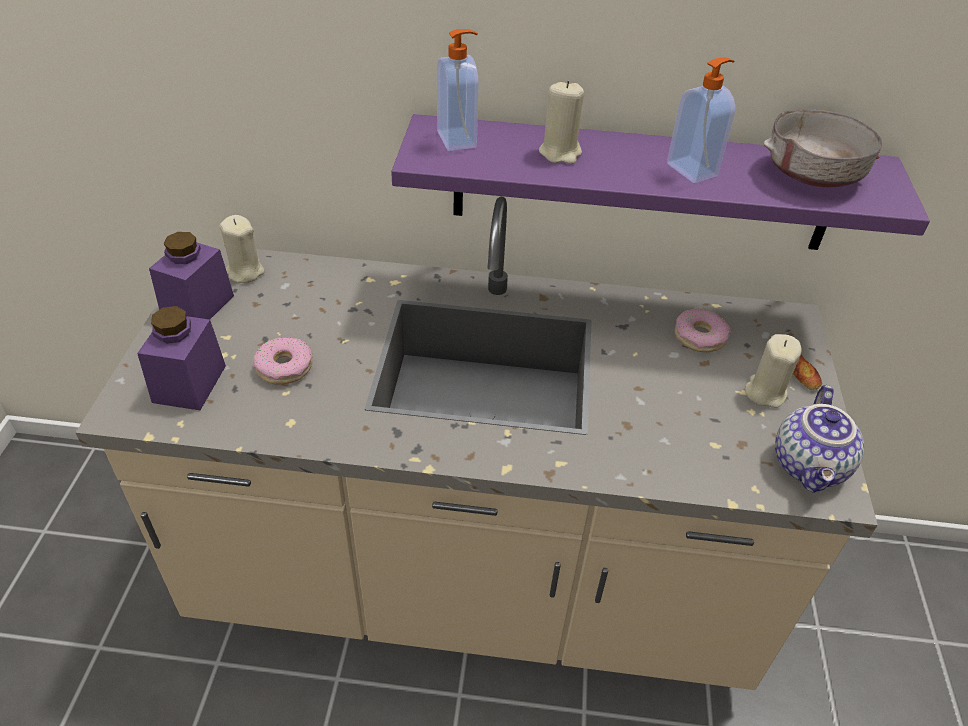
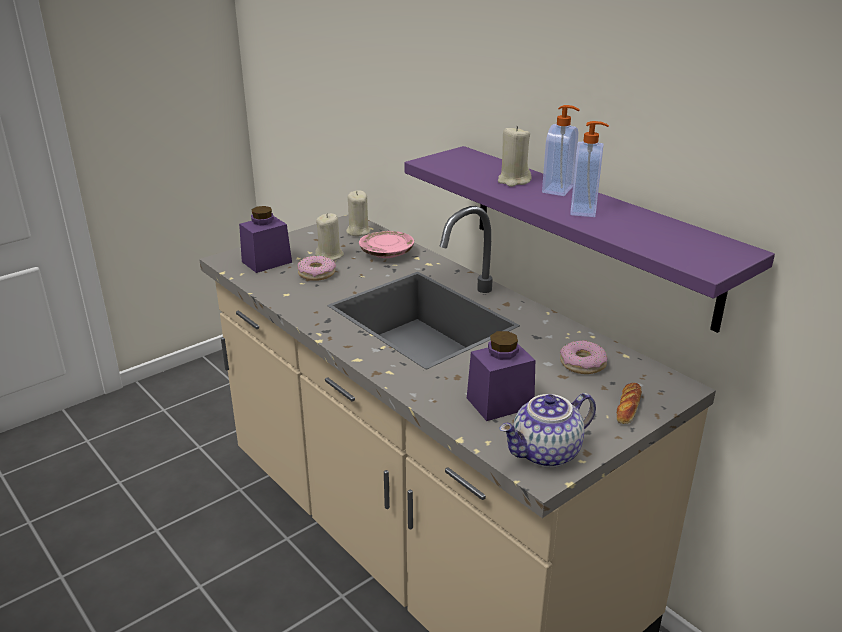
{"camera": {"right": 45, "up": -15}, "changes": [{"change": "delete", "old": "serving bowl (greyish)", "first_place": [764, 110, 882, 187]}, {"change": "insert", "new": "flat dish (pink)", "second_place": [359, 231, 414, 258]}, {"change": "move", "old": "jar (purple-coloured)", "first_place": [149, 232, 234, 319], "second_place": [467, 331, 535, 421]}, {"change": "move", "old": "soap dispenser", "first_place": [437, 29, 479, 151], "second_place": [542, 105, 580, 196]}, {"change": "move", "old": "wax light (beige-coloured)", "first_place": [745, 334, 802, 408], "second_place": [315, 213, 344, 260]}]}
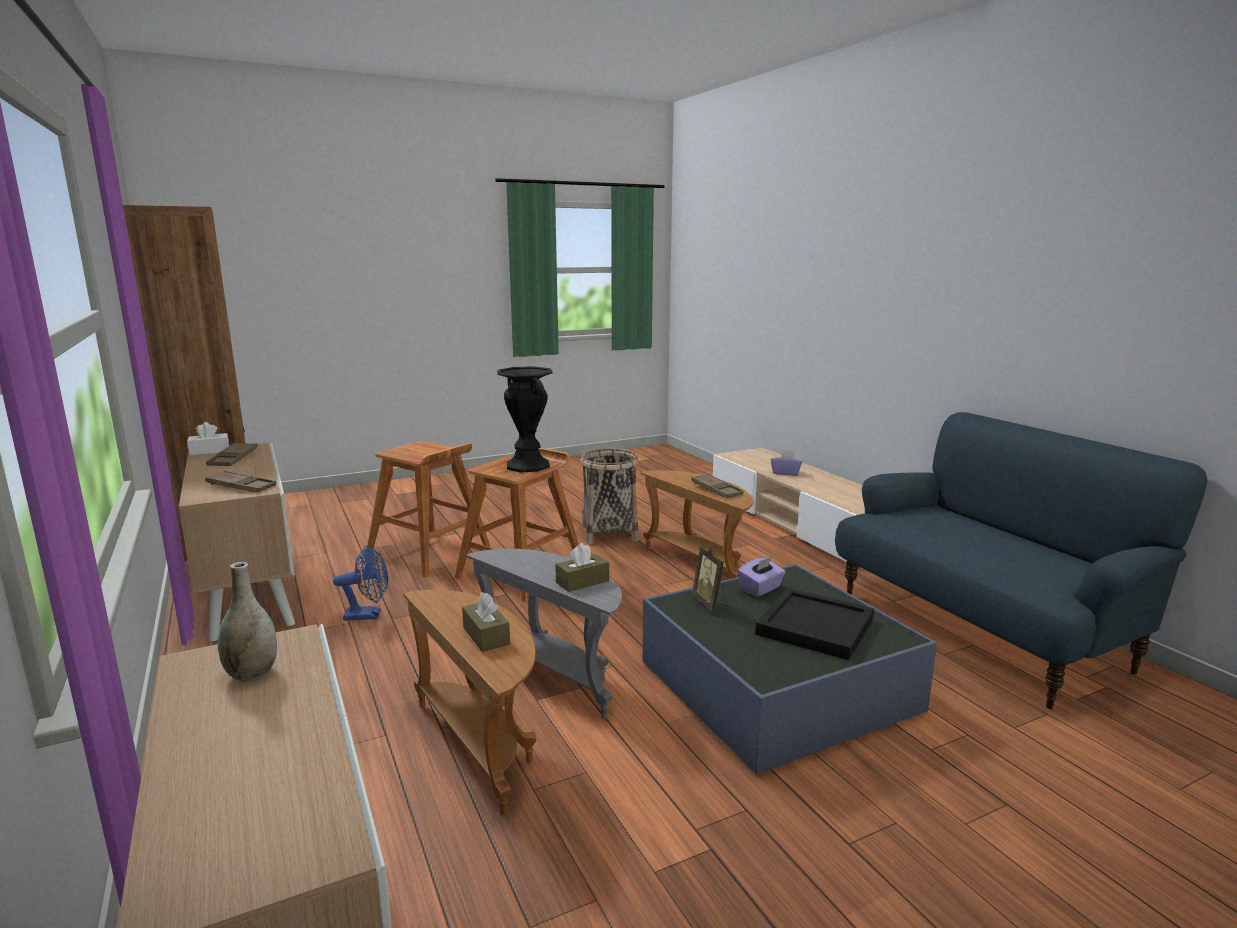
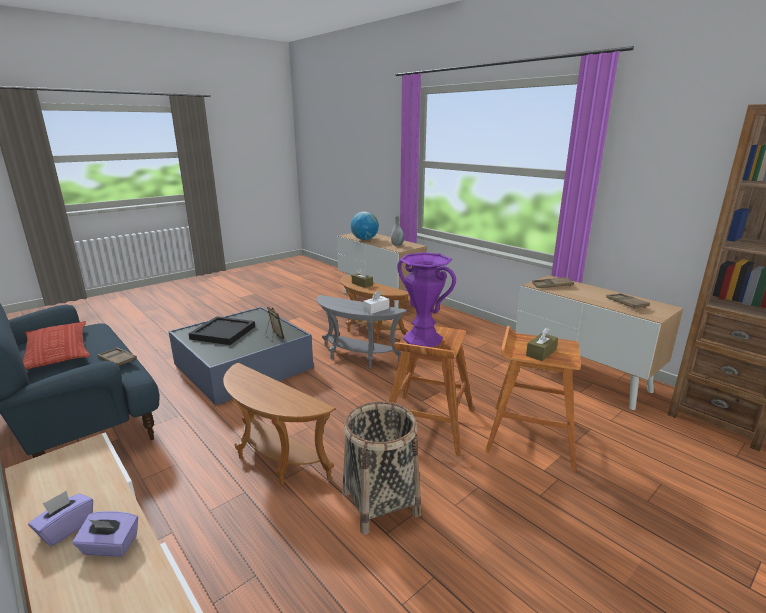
{"camera": {"right": 165, "up": 5}, "changes": [{"change": "delete", "old": "fan (blue-coloured)", "first_place": [333, 546, 388, 621]}, {"change": "insert", "new": "pillow", "second_place": [23, 321, 90, 370]}, {"change": "insert", "new": "globe", "second_place": [351, 211, 379, 240]}, {"change": "move", "old": "box of tissues (whitish)", "first_place": [187, 422, 229, 456], "second_place": [363, 291, 389, 314]}, {"change": "move", "old": "box of tissues (brown)", "first_place": [555, 543, 609, 592], "second_place": [526, 328, 558, 361]}, {"change": "move", "old": "serving tray (brown)", "first_place": [691, 474, 744, 498], "second_place": [97, 348, 137, 367]}, {"change": "move", "old": "box of tissues (purple-coloured)", "first_place": [737, 556, 785, 597], "second_place": [28, 491, 93, 546]}, {"change": "recolor", "old": "decorative vase (black)", "new": "decorative vase (purple-coloured)", "first_place": [497, 366, 553, 472], "second_place": [397, 252, 456, 347]}]}
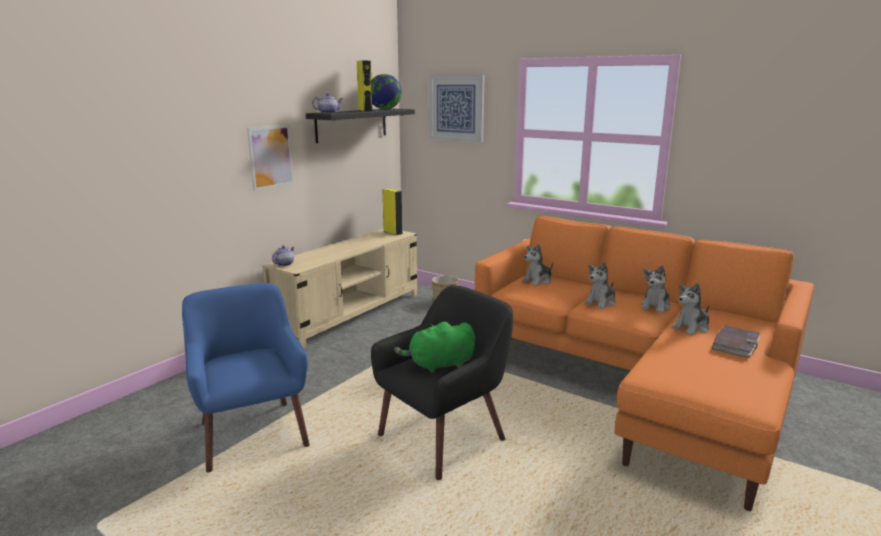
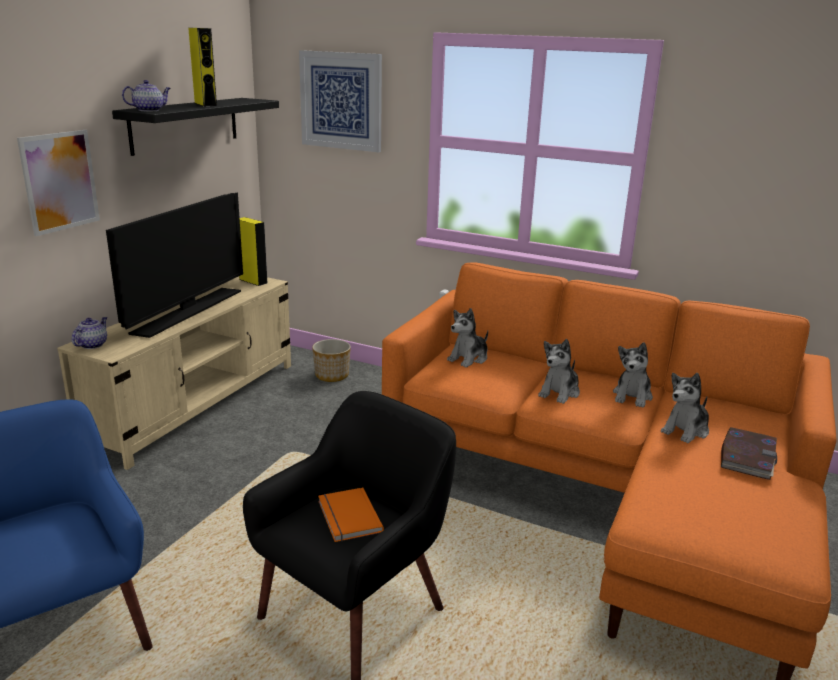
{"camera": {"right": -10, "up": 5}, "changes": [{"change": "delete", "old": "globe", "first_place": [371, 74, 402, 110]}, {"change": "insert", "new": "television", "second_place": [106, 192, 243, 338]}, {"change": "replace", "old": "cuddly toy (green)", "new": "book (orange-coloured)", "first_place": [394, 321, 475, 373], "second_place": [318, 488, 384, 542]}]}
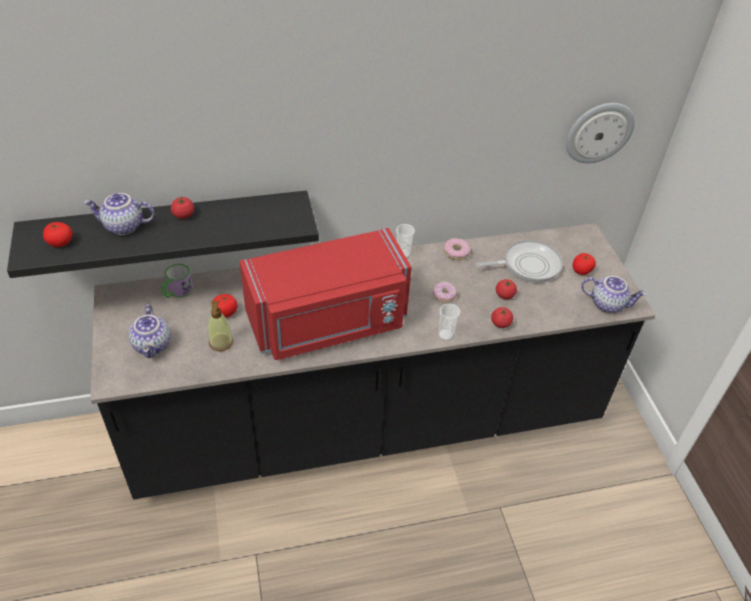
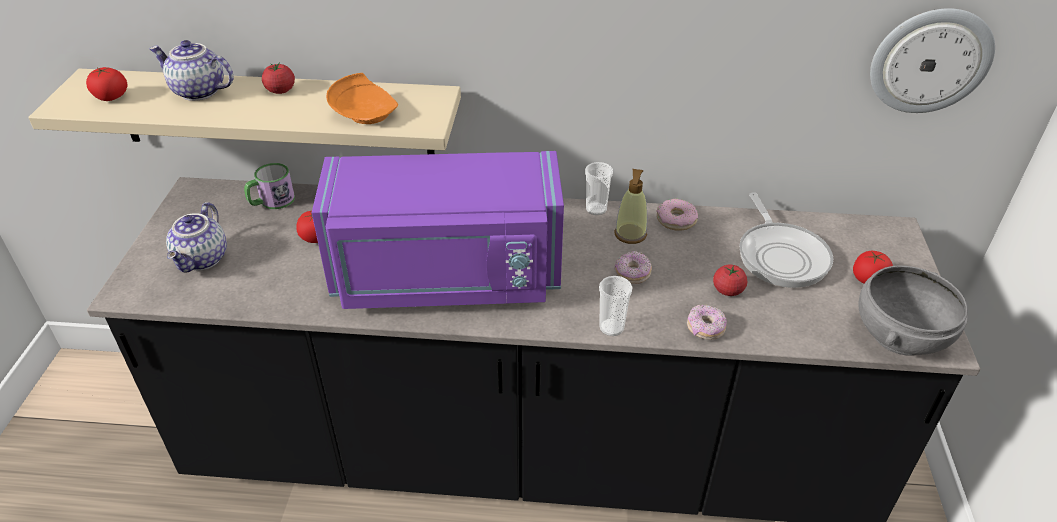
{"camera": {"right": 20, "up": -5}, "changes": [{"change": "insert", "new": "flat dish (orange-coloured)", "second_place": [326, 73, 398, 124]}, {"change": "move", "old": "soap dispenser", "first_place": [208, 301, 233, 351], "second_place": [614, 169, 647, 244]}, {"change": "replace", "old": "tomato", "new": "ring doughnut", "first_place": [491, 307, 513, 328], "second_place": [687, 305, 727, 340]}, {"change": "replace", "old": "teapot", "new": "serving bowl (greyish)", "first_place": [581, 276, 646, 313], "second_place": [858, 266, 968, 355]}, {"change": "recolor", "old": "shelf (black)", "new": "shelf (beige-coloured)", "first_place": [7, 190, 319, 278], "second_place": [28, 69, 461, 154]}, {"change": "recolor", "old": "kitchen microwave (red)", "new": "kitchen microwave (purple-coloured)", "first_place": [239, 228, 412, 360], "second_place": [312, 151, 564, 309]}, {"change": "rotate", "old": "pan", "first_place": [476, 240, 563, 283], "second_place": [739, 192, 833, 288], "degrees": 75}]}
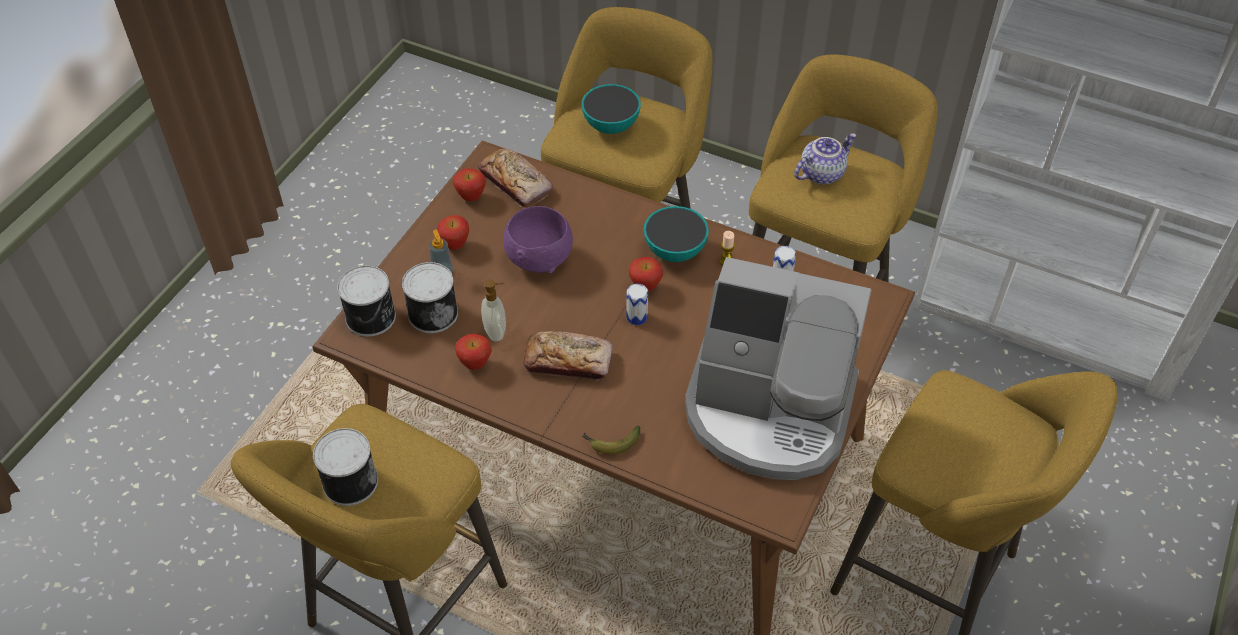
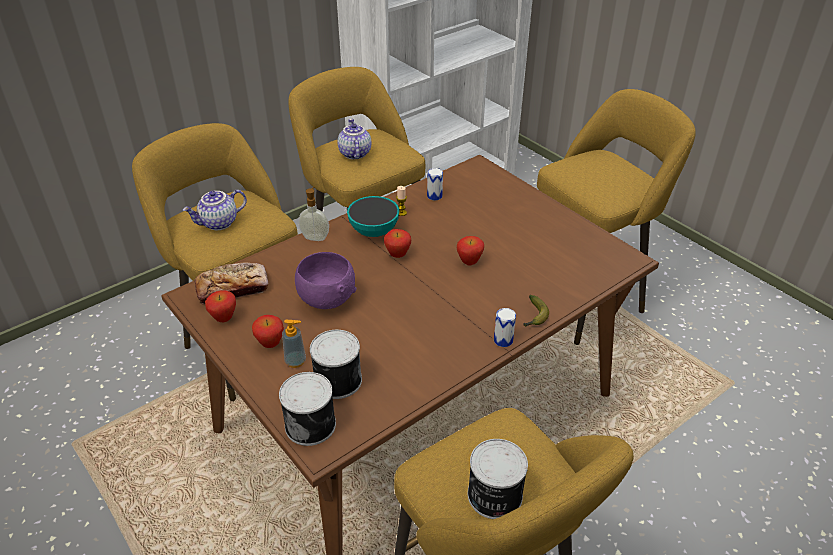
{"camera": {"right": -65, "up": -10}, "changes": [{"change": "delete", "old": "baked bread", "first_place": [523, 331, 613, 381]}, {"change": "delete", "old": "coffee brewer", "first_place": [685, 257, 872, 480]}, {"change": "move", "old": "apple fruit", "first_place": [455, 334, 492, 370], "second_place": [457, 236, 484, 266]}, {"change": "move", "old": "soap dispenser", "first_place": [481, 279, 506, 341], "second_place": [298, 187, 329, 241]}, {"change": "move", "old": "metal can", "first_place": [626, 284, 648, 325], "second_place": [494, 308, 516, 347]}, {"change": "replace", "old": "serving bowl", "new": "teapot", "first_place": [582, 84, 641, 134], "second_place": [183, 190, 247, 230]}]}
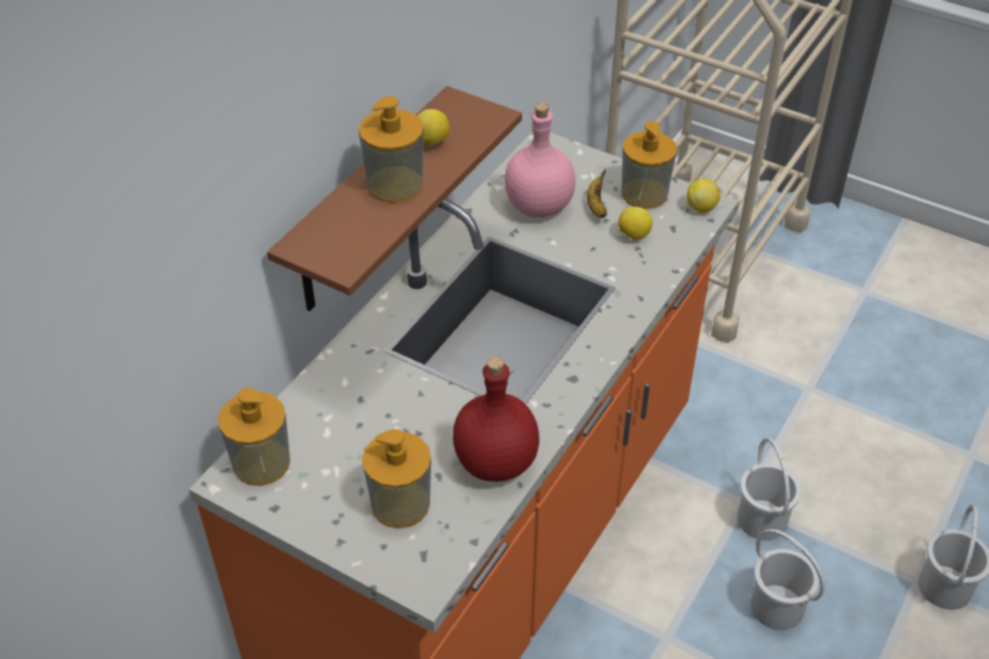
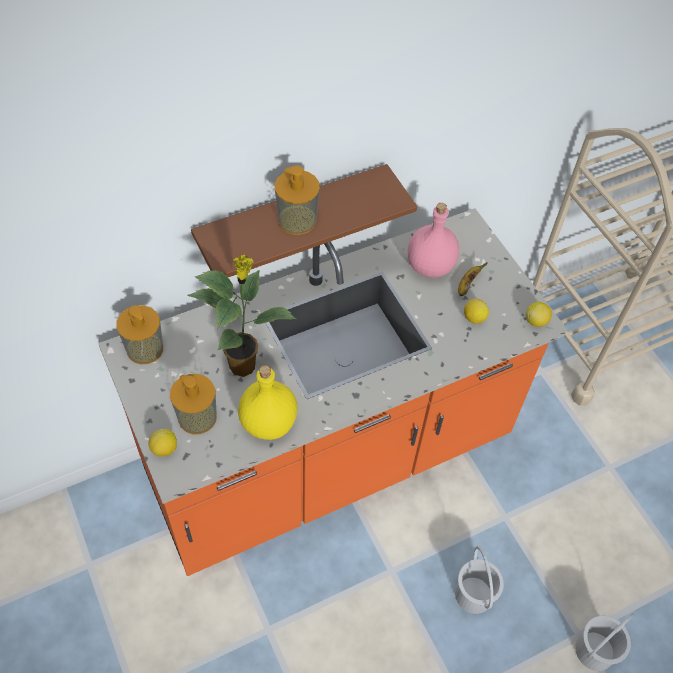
{"camera": {"right": 30, "up": 10}, "changes": [{"change": "delete", "old": "soap dispenser", "first_place": [622, 121, 677, 209]}, {"change": "delete", "old": "bucket (whitish)", "first_place": [737, 438, 801, 541]}, {"change": "insert", "new": "houseplant", "second_place": [187, 255, 296, 377]}, {"change": "move", "old": "whole lemon", "first_place": [417, 109, 450, 146], "second_place": [148, 429, 177, 457]}, {"change": "recolor", "old": "beverage bottle (red)", "new": "beverage bottle (yellow)", "first_place": [453, 356, 539, 482], "second_place": [238, 365, 297, 440]}]}
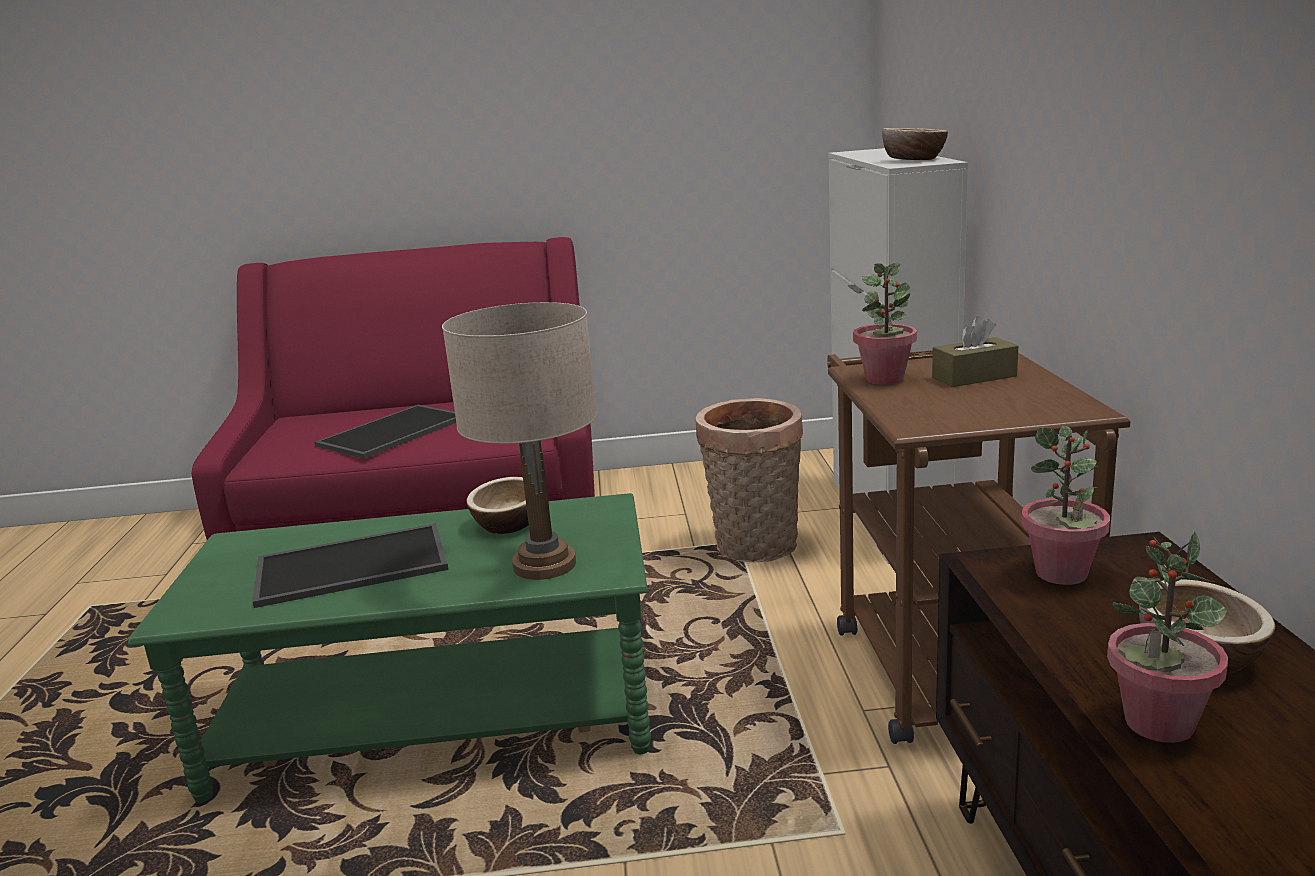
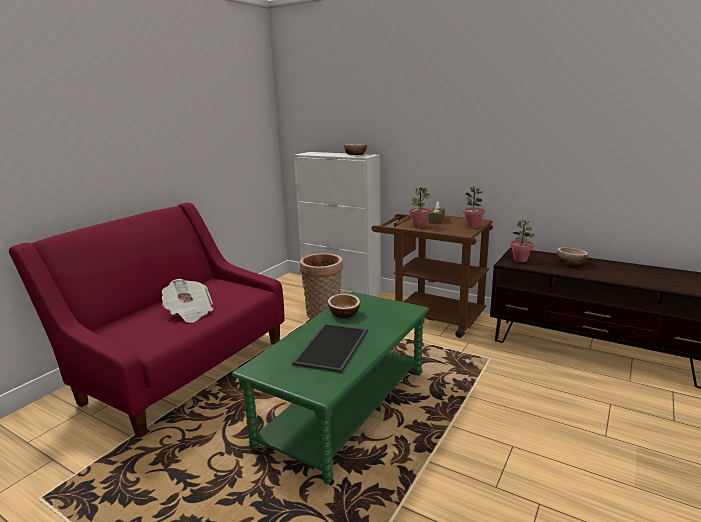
{"camera": {"right": -55, "up": 0}, "changes": [{"change": "delete", "old": "table lamp (beige-coloured)", "first_place": [442, 302, 597, 580]}, {"change": "move", "old": "houseplant", "first_place": [1107, 531, 1228, 743], "second_place": [463, 186, 485, 228]}, {"change": "replace", "old": "serving tray", "new": "newspaper", "first_place": [315, 405, 456, 459], "second_place": [162, 279, 213, 323]}]}
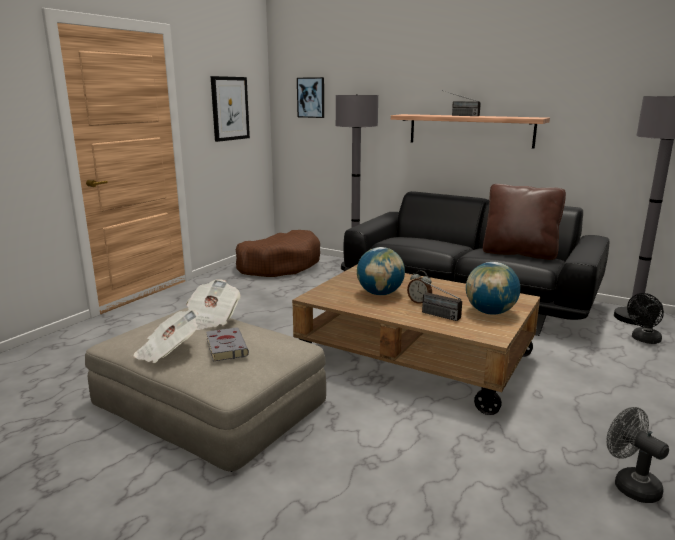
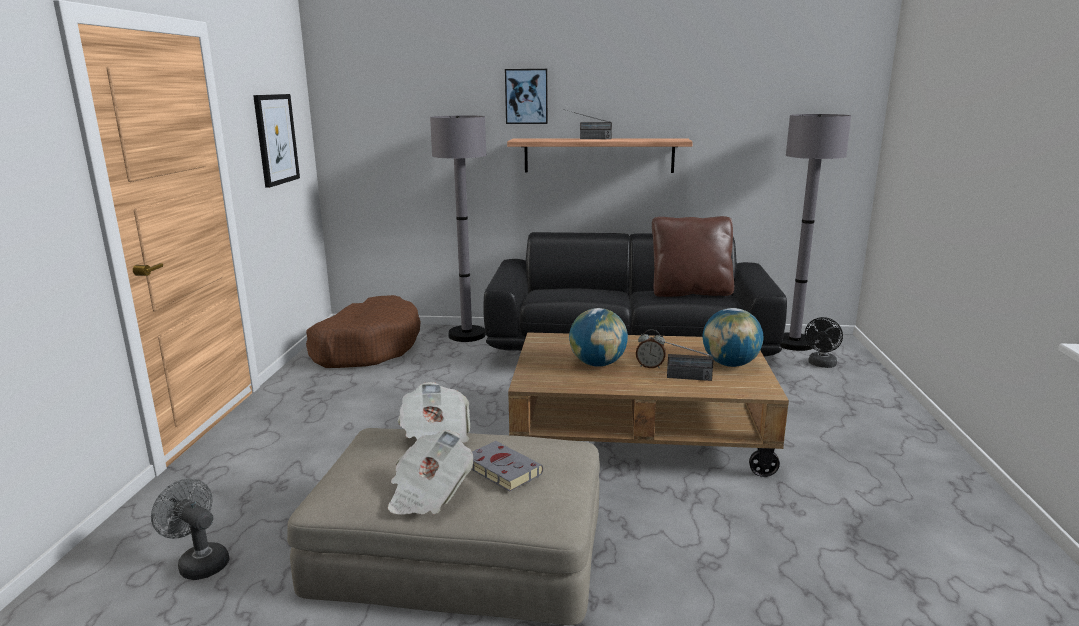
{"camera": {"right": -25, "up": 0}, "changes": [{"change": "move", "old": "wall picture", "first_place": [297, 77, 324, 118], "second_place": [505, 69, 548, 124]}, {"change": "move", "old": "fan (greyish)", "first_place": [606, 407, 669, 503], "second_place": [151, 478, 230, 580]}]}
